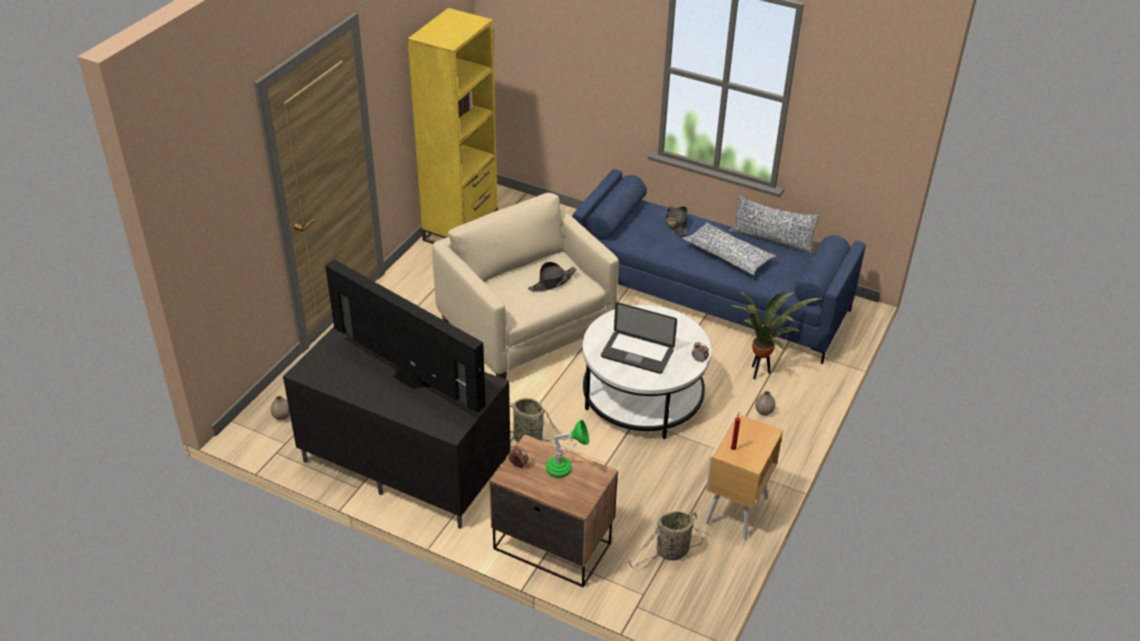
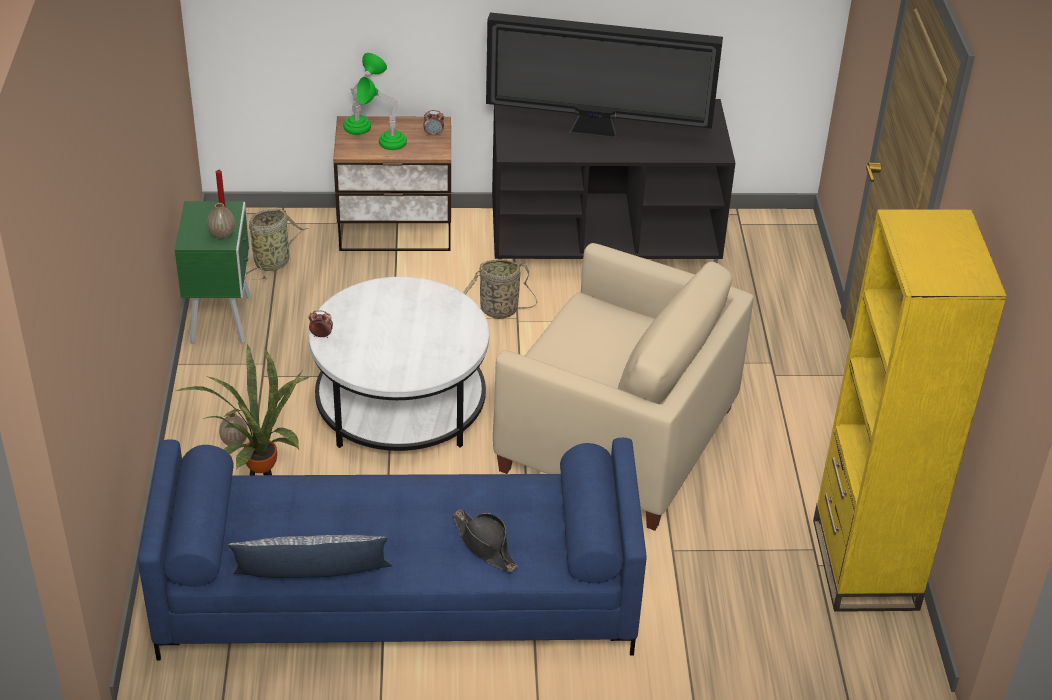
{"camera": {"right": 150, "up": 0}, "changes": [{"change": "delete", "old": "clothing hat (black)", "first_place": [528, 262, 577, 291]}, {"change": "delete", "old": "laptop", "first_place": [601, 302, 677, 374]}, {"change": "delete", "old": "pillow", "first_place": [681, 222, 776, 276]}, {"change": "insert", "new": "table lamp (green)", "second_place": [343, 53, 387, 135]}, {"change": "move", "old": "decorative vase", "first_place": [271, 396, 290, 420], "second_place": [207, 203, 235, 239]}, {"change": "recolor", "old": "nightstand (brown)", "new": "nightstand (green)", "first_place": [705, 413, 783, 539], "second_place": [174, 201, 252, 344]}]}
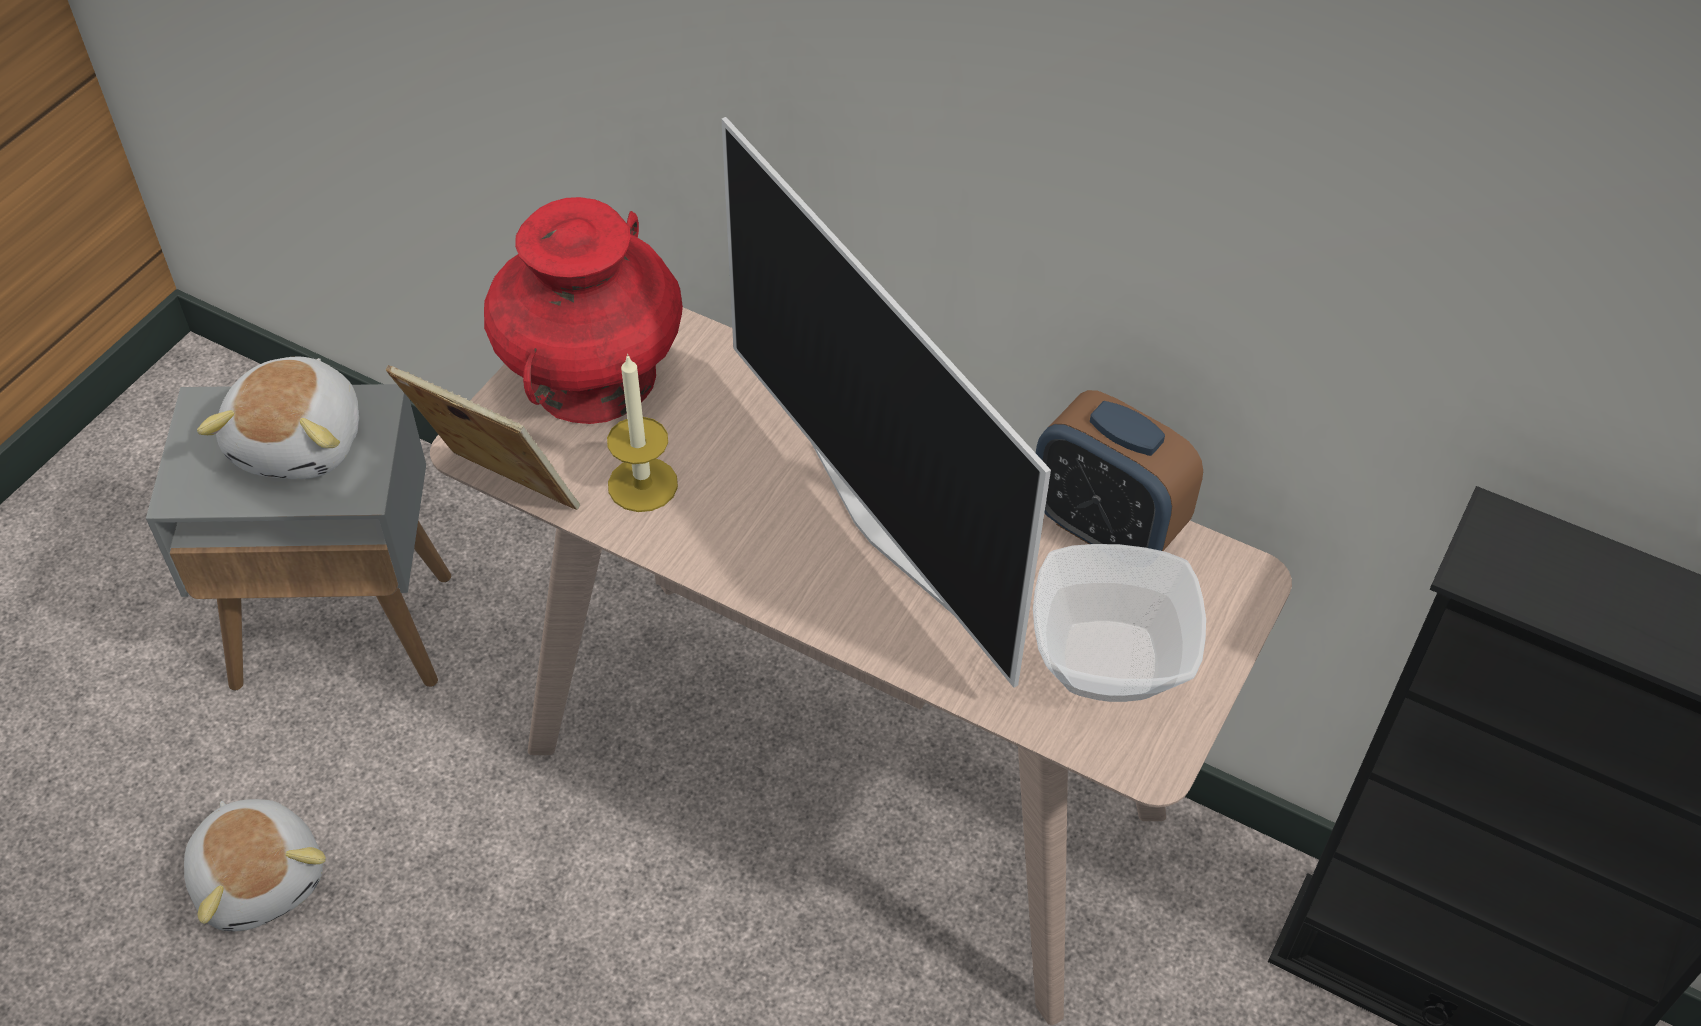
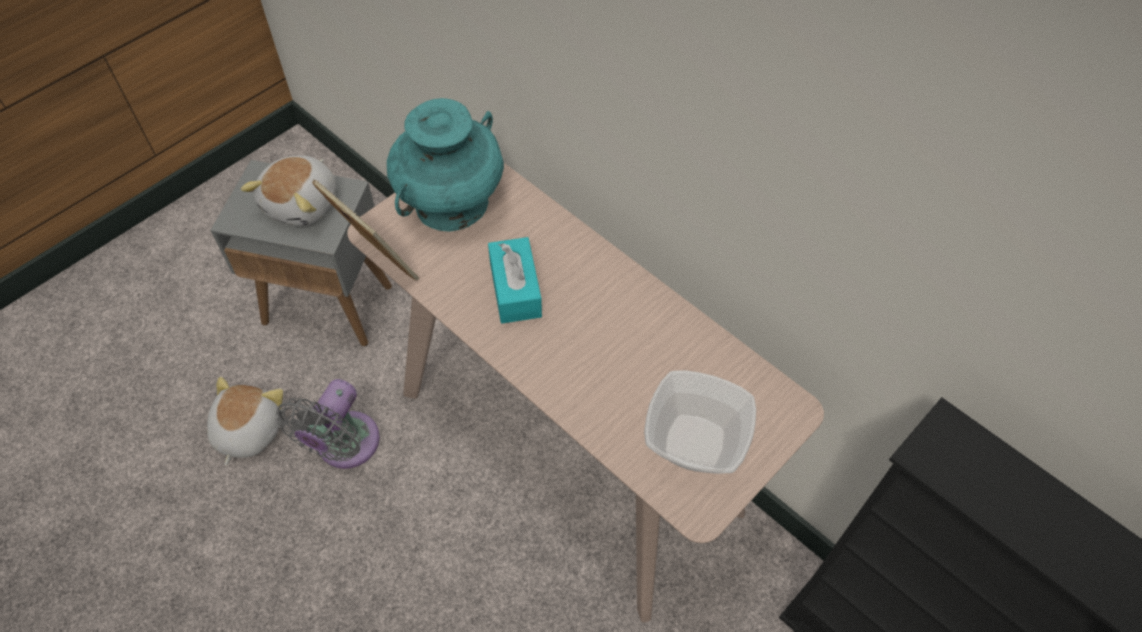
{"camera": {"right": 15, "up": 5}, "changes": [{"change": "delete", "old": "wax light", "first_place": [607, 354, 678, 512]}, {"change": "delete", "old": "television", "first_place": [721, 117, 1051, 688]}, {"change": "delete", "old": "table clock", "first_place": [1036, 390, 1203, 551]}, {"change": "insert", "new": "fan (greyish)", "second_place": [276, 379, 380, 469]}, {"change": "insert", "new": "box of tissues (blue-green)", "second_place": [488, 237, 542, 324]}, {"change": "recolor", "old": "decorative vase (red)", "new": "decorative vase (blue-green)", "first_place": [484, 197, 683, 424], "second_place": [387, 98, 504, 232]}, {"change": "rotate", "old": "cuddly toy", "first_place": [184, 799, 326, 931], "second_place": [207, 377, 283, 466], "degrees": -150}]}
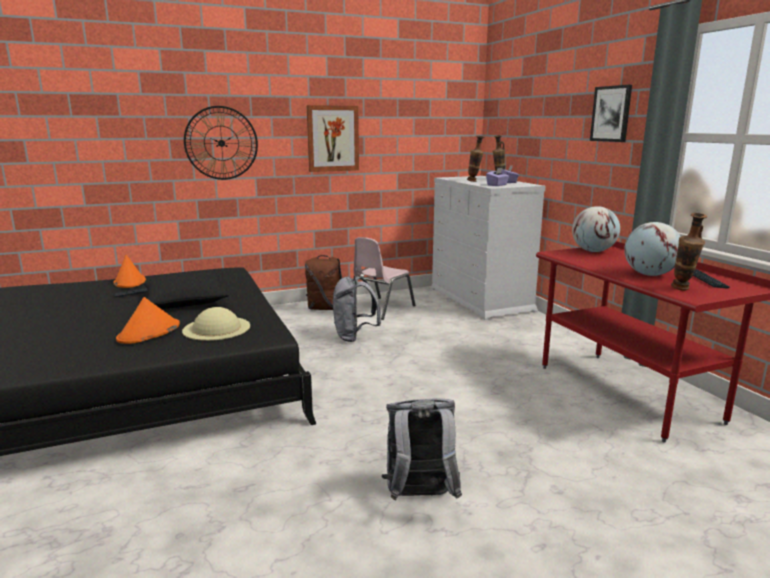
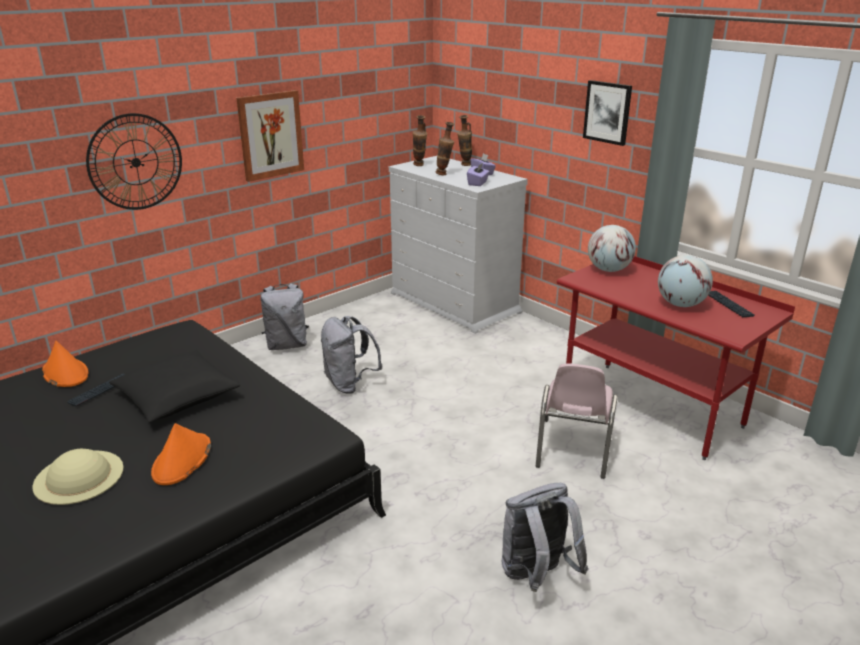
{"camera": {"right": -20, "up": 10}, "changes": [{"change": "move", "old": "clothing hat (beige-coloured)", "first_place": [182, 307, 250, 341], "second_place": [33, 449, 124, 505]}, {"change": "move", "old": "upright chair (pink)", "first_place": [354, 237, 415, 320], "second_place": [536, 363, 618, 479]}, {"change": "move", "old": "decorative vase", "first_place": [671, 213, 707, 291], "second_place": [413, 115, 427, 166]}, {"change": "recolor", "old": "backpack (brown)", "new": "backpack (greyish)", "first_place": [305, 255, 342, 310], "second_place": [261, 283, 309, 350]}]}
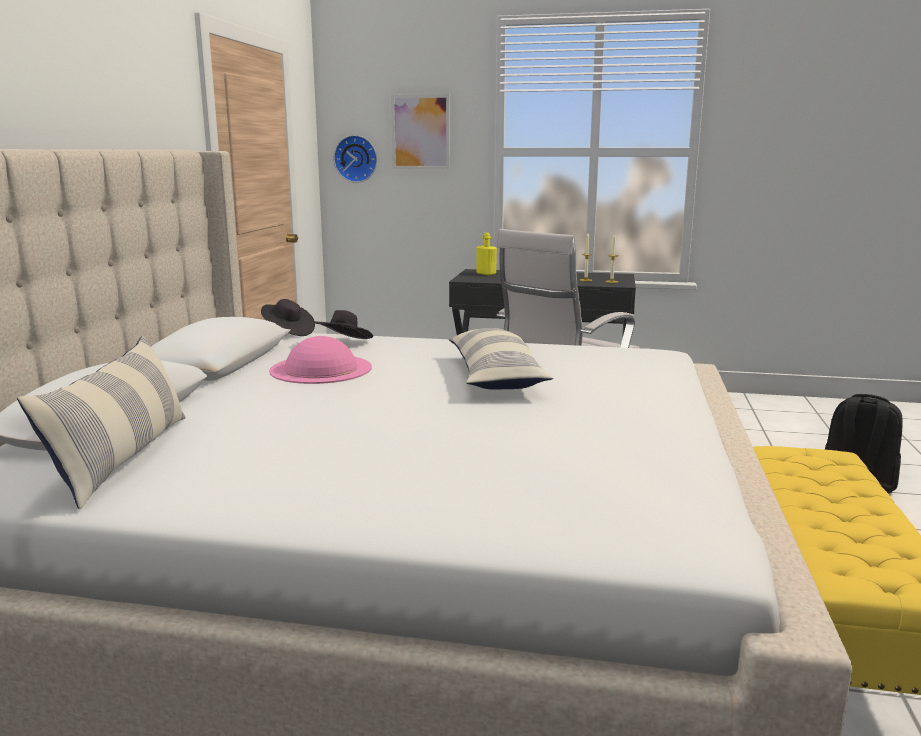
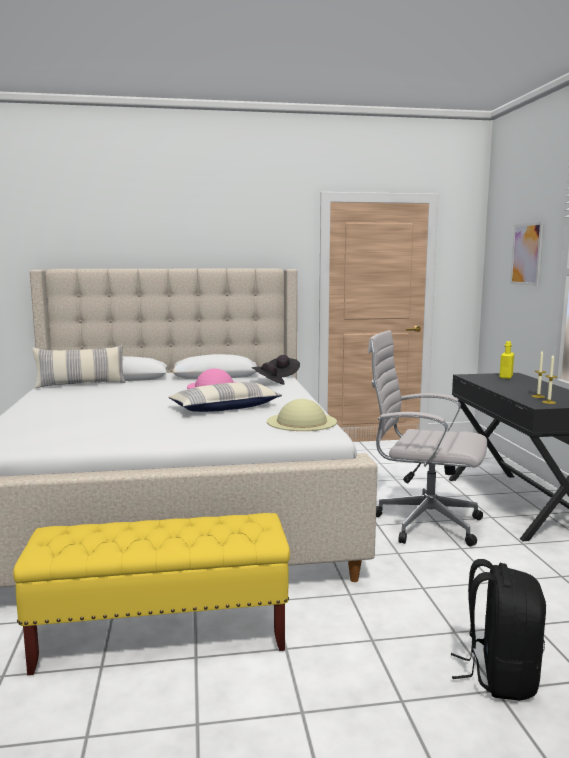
{"camera": {"right": 70, "up": -5}, "changes": [{"change": "delete", "old": "clock on the wall", "first_place": [334, 135, 377, 183]}, {"change": "insert", "new": "clothing hat (beige-coloured)", "second_place": [267, 399, 337, 431]}]}
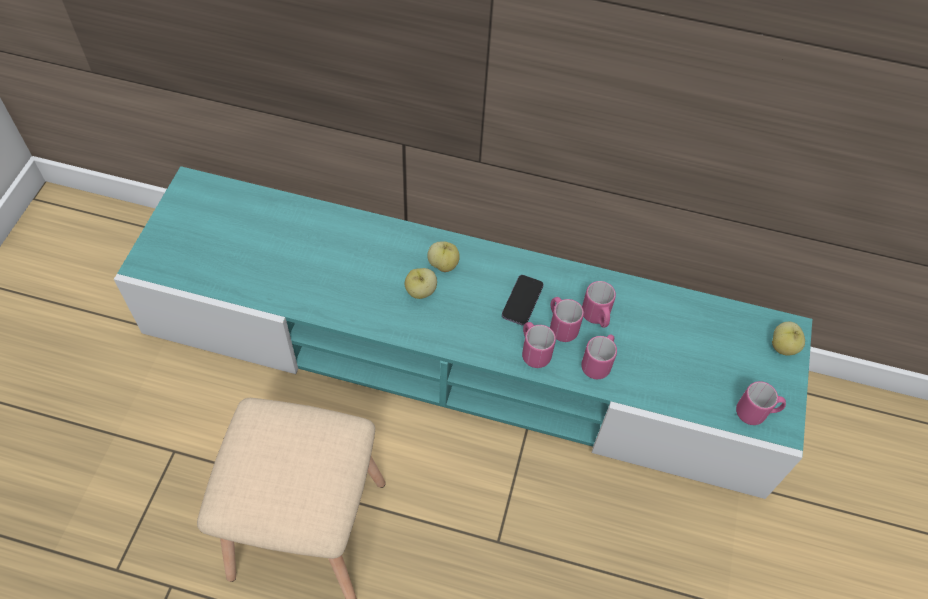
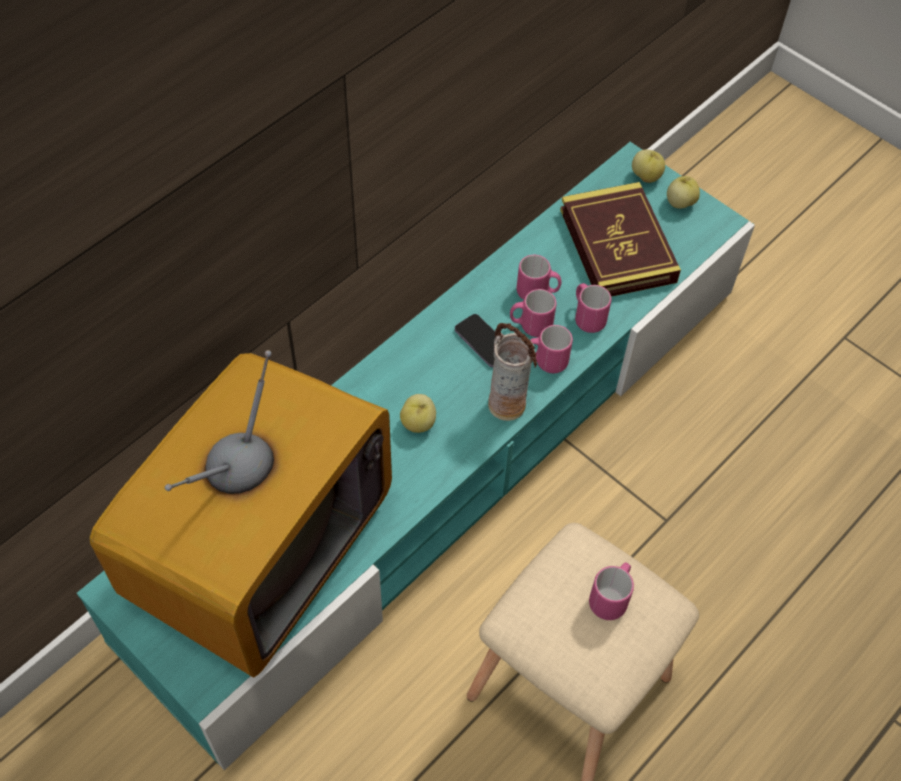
{"camera": {"right": -60, "up": 0}, "changes": [{"change": "insert", "new": "television", "second_place": [90, 350, 392, 677]}, {"change": "insert", "new": "decorative vase", "second_place": [488, 323, 537, 421]}, {"change": "insert", "new": "book", "second_place": [560, 182, 681, 297]}, {"change": "move", "old": "apple fruit", "first_place": [427, 241, 460, 272], "second_place": [667, 176, 700, 209]}, {"change": "move", "old": "coffee mug (pink)", "first_place": [736, 381, 786, 425], "second_place": [589, 562, 634, 620]}]}
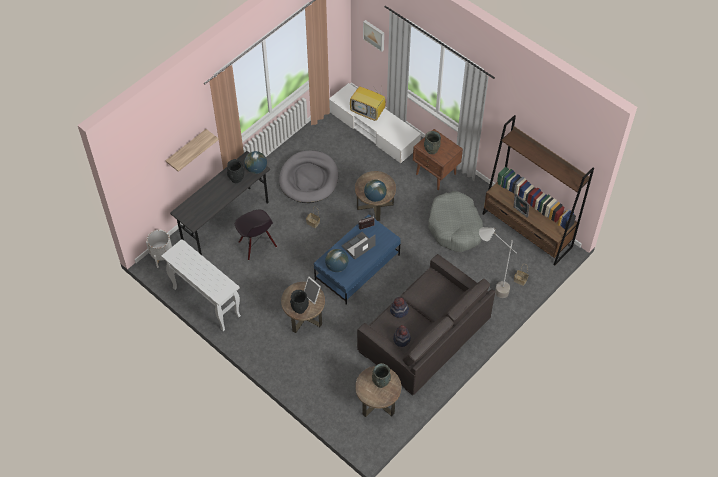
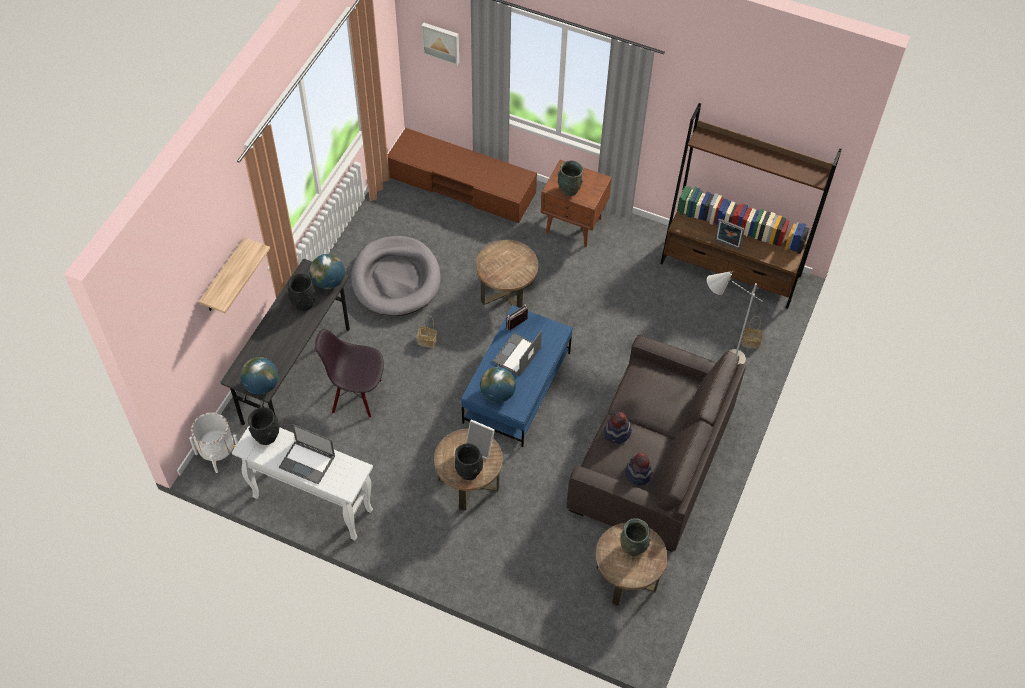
{"camera": {"right": -20, "up": 0}, "changes": [{"change": "delete", "old": "television", "first_place": [350, 83, 386, 121]}, {"change": "delete", "old": "pet bed (greyish)", "first_place": [428, 191, 483, 252]}, {"change": "insert", "new": "decorative vase (black)", "second_place": [248, 407, 279, 445]}, {"change": "insert", "new": "laptop", "second_place": [279, 424, 335, 485]}, {"change": "move", "old": "globe", "first_place": [364, 179, 387, 202], "second_place": [240, 357, 278, 395]}, {"change": "recolor", "old": "media console (whitish)", "new": "media console (brown)", "first_place": [329, 83, 421, 163], "second_place": [388, 128, 537, 223]}, {"change": "rotate", "old": "upright chair (black)", "first_place": [235, 210, 277, 260], "second_place": [315, 329, 384, 418], "degrees": 150}]}
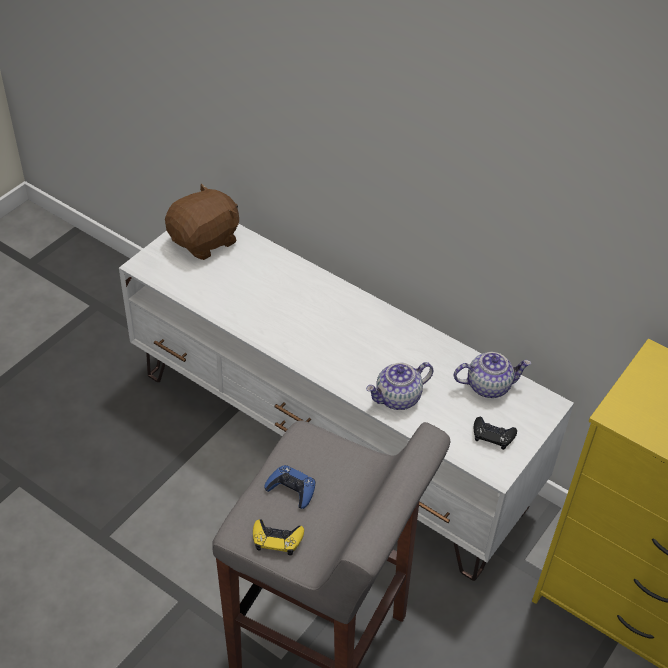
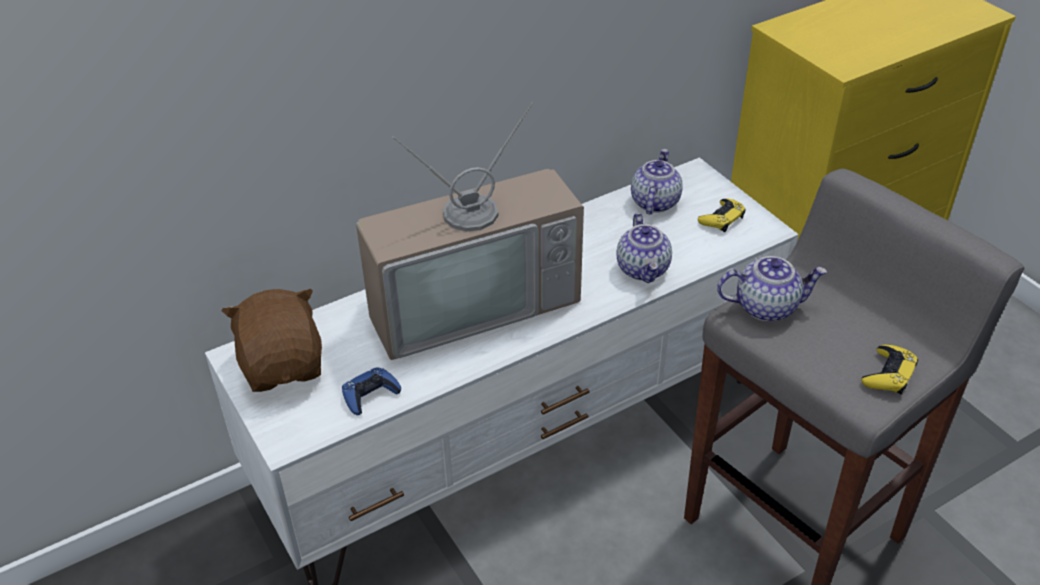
{"camera": {"right": -65, "up": -5}, "changes": [{"change": "insert", "new": "television", "second_place": [356, 102, 584, 360]}, {"change": "insert", "new": "teapot", "second_place": [717, 256, 827, 322]}, {"change": "move", "old": "joypad (blue-coloured)", "first_place": [264, 465, 315, 509], "second_place": [342, 367, 401, 415]}, {"change": "recolor", "old": "joypad (black)", "new": "joypad (yellow)", "first_place": [474, 417, 517, 450], "second_place": [698, 199, 745, 232]}]}
